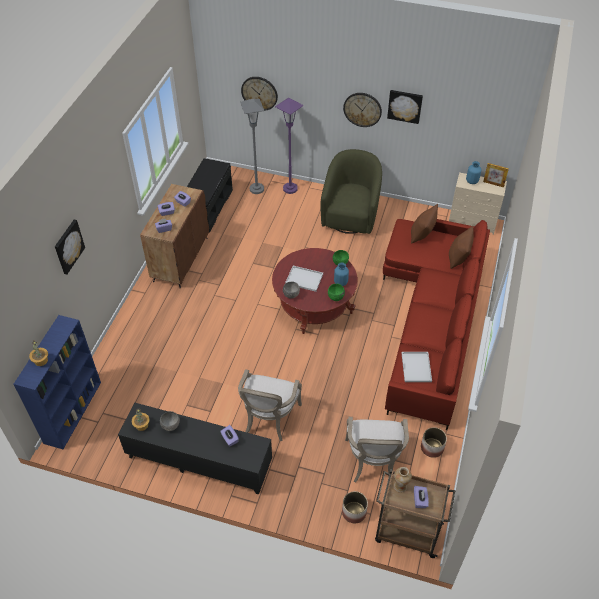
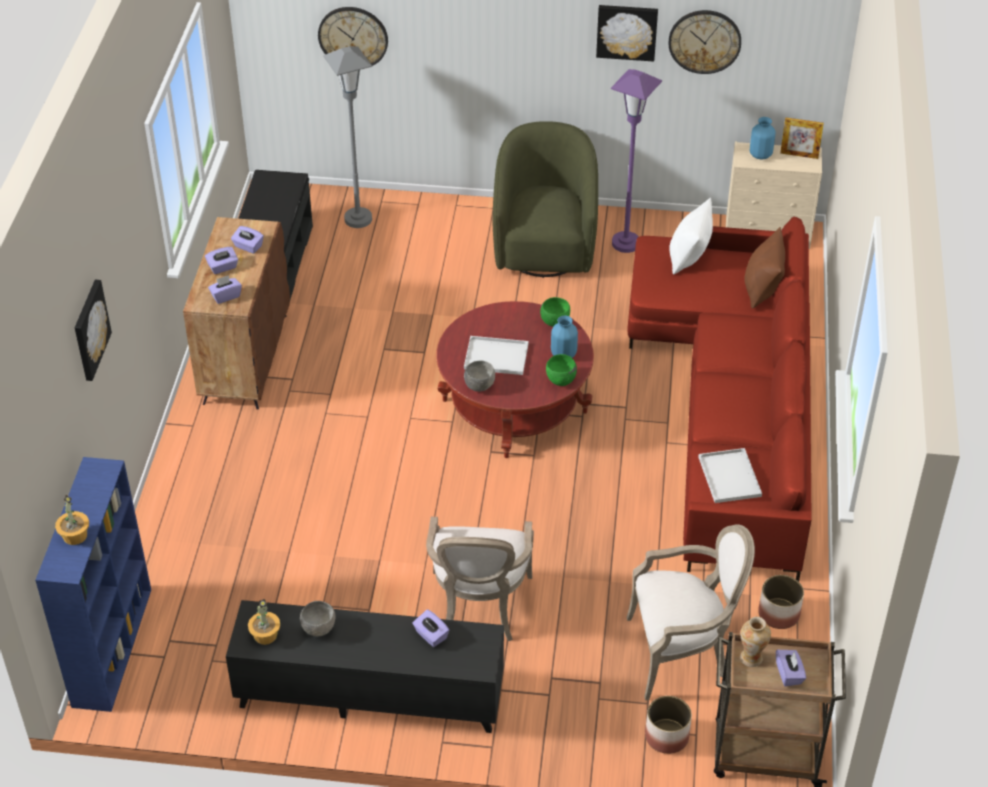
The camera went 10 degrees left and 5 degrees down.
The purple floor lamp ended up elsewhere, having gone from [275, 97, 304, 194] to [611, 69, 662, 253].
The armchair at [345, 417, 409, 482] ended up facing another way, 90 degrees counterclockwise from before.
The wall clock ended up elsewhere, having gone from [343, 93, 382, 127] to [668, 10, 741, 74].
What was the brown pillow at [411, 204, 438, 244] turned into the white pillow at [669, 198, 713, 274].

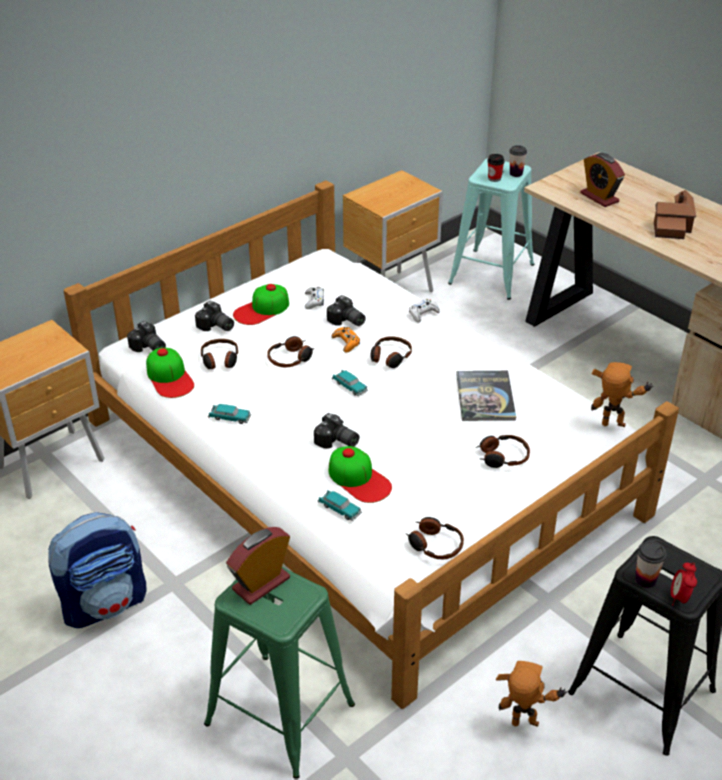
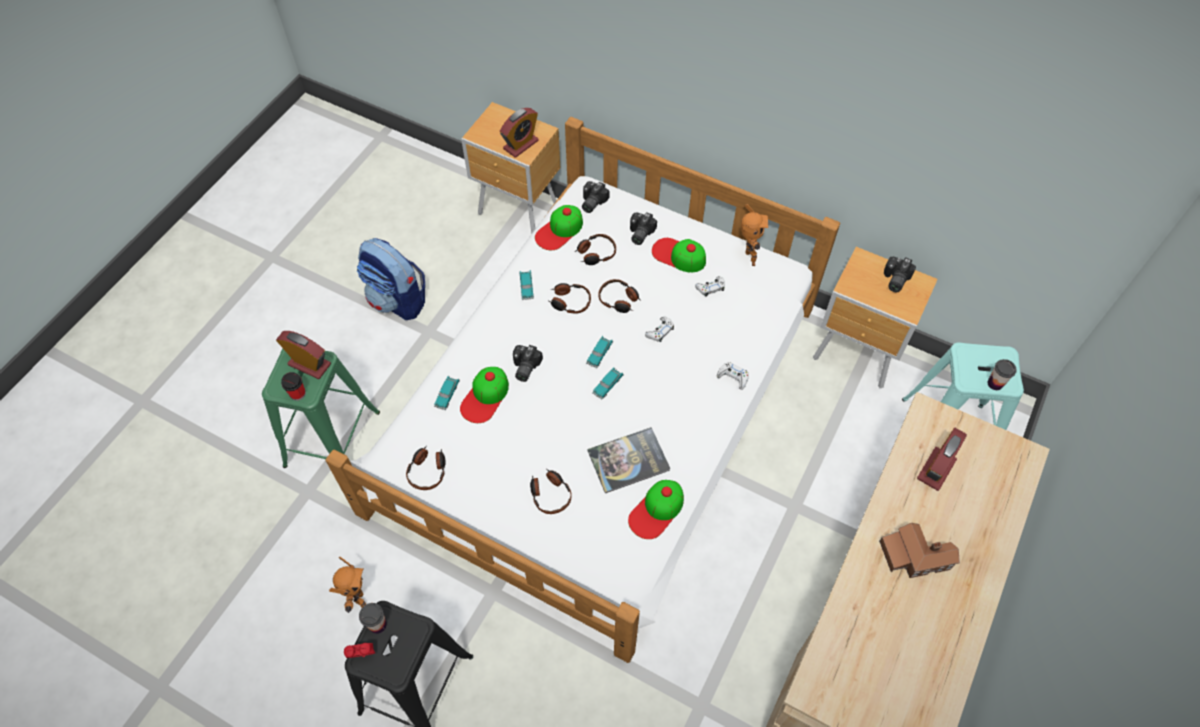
The camera went 70 degrees right and 20 degrees up.
The cup ended up elsewhere, having gone from [487, 154, 505, 182] to [281, 372, 306, 401].
The second view gained the alarm clock at [500, 108, 539, 158].
The headphones ended up elsewhere, having gone from [370, 336, 412, 368] to [549, 283, 591, 313].
The second view gained the toy car at [592, 368, 624, 399].
The second view gained the cap at [628, 480, 684, 539].
What was the orange game controller at [331, 327, 360, 353] turned into the white game controller at [645, 317, 674, 342].
The toy robot ended up elsewhere, having gone from [591, 362, 653, 427] to [741, 204, 768, 266].
The photo camera ended up elsewhere, having gone from [327, 295, 366, 326] to [884, 257, 916, 293].

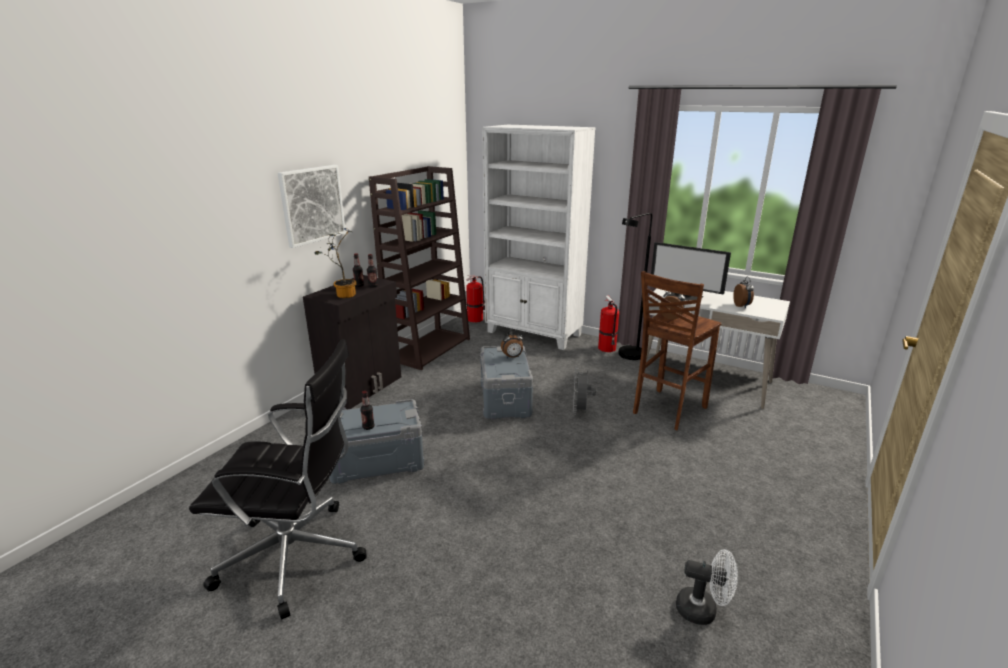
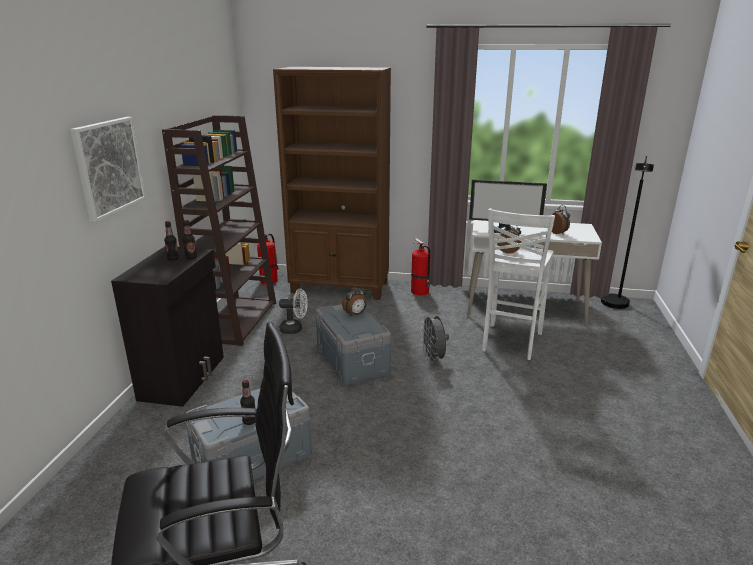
The camera went 20 degrees left and 0 degrees up.
What was the white bookcase at [482, 125, 596, 350] turned into the brown bookcase at [273, 67, 391, 300].
The white fan ended up elsewhere, having gone from [676, 549, 738, 625] to [279, 289, 308, 334].
What was the brown stool at [633, 271, 722, 430] turned into the white stool at [482, 208, 555, 360].
The black floor lamp ended up elsewhere, having gone from [618, 213, 652, 360] to [601, 156, 654, 309].
The second view lost the potted plant at [314, 228, 357, 298].

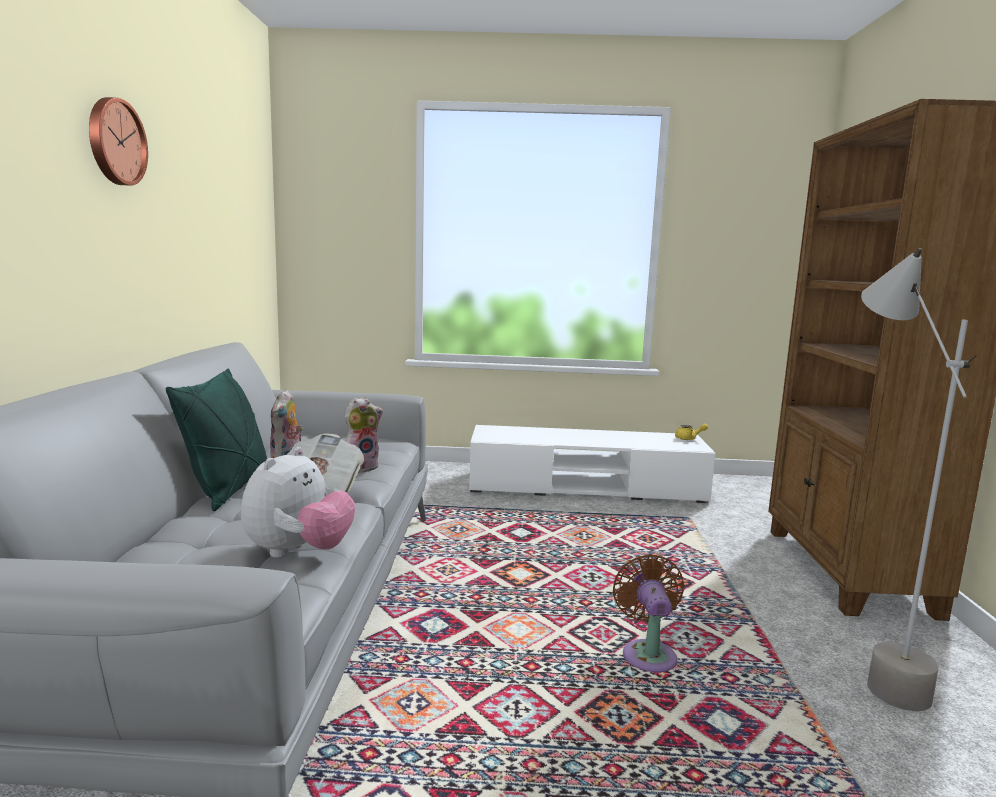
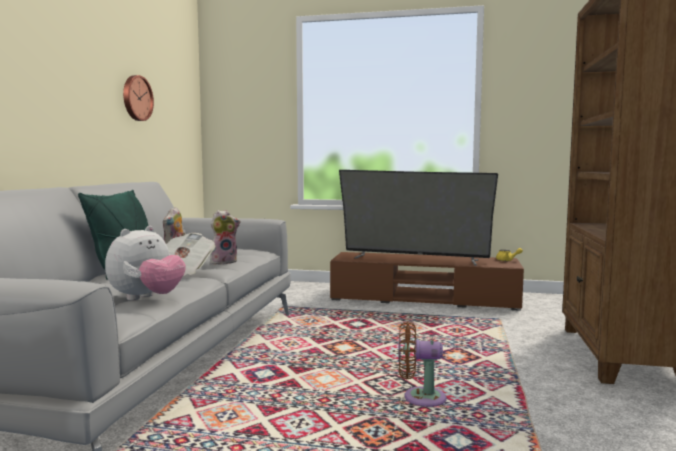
The camera went 10 degrees right and 5 degrees down.
The wall clock ended up elsewhere, having gone from [89, 97, 148, 185] to [123, 75, 154, 121].
What was the white tv stand at [469, 425, 715, 503] turned into the brown tv stand at [330, 252, 524, 311].
The second view gained the television at [339, 170, 498, 266].
The brown fan at [613, 554, 685, 672] ended up facing another way, 90 degrees counterclockwise from before.
The second view lost the grey floor lamp at [861, 248, 977, 711].

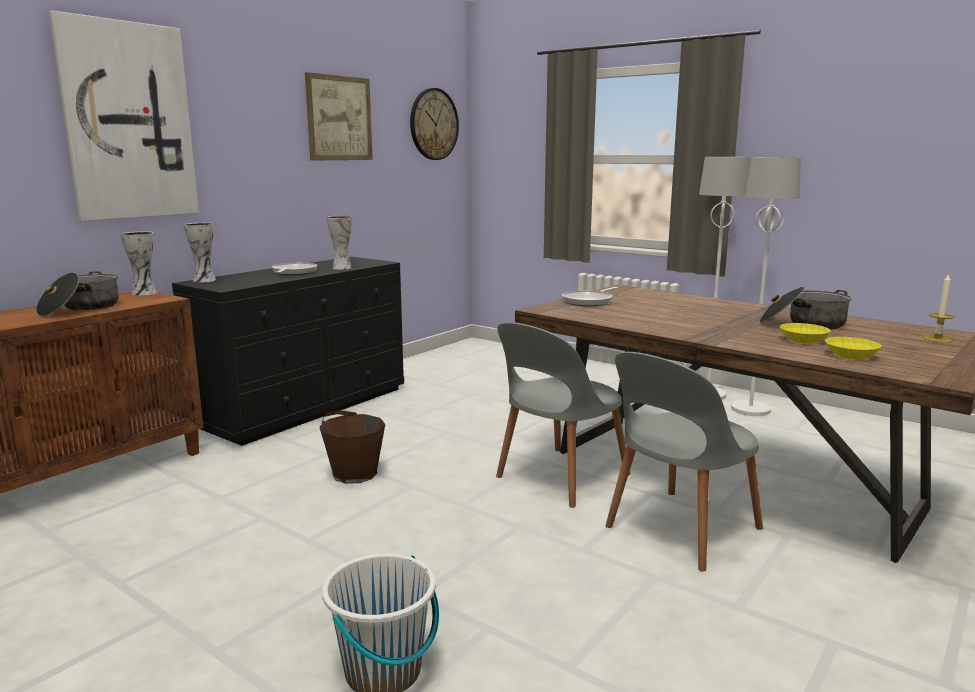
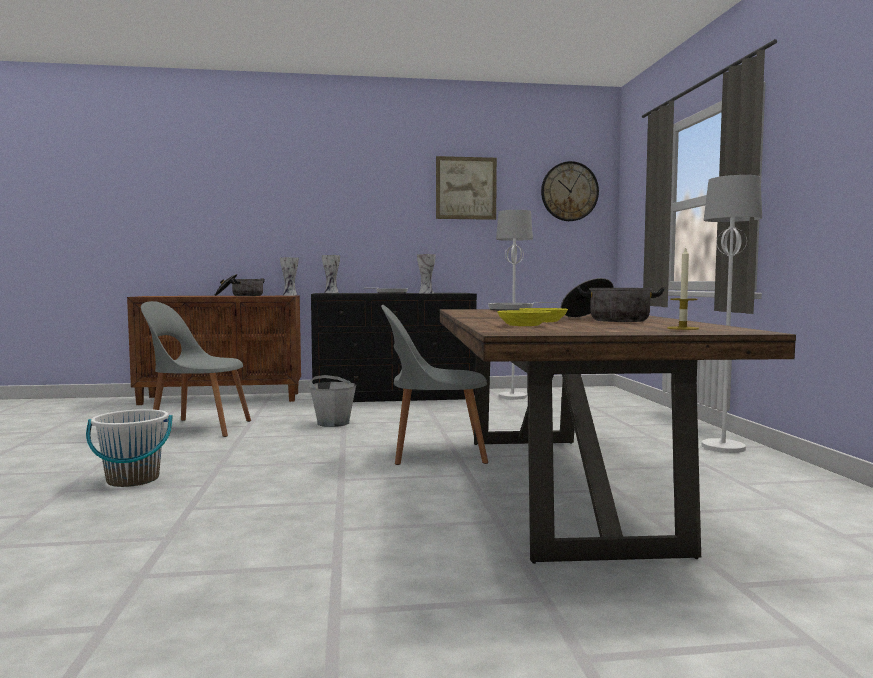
The camera went 45 degrees right and 10 degrees down.
The grey chair ended up elsewhere, having gone from [605, 352, 763, 572] to [141, 301, 251, 437].
What was the brown bucket at [319, 410, 385, 484] turned into the grey bucket at [309, 375, 356, 427].
The white floor lamp ended up elsewhere, having gone from [731, 157, 801, 416] to [496, 210, 533, 399].
The second view lost the picture at [49, 11, 199, 221].

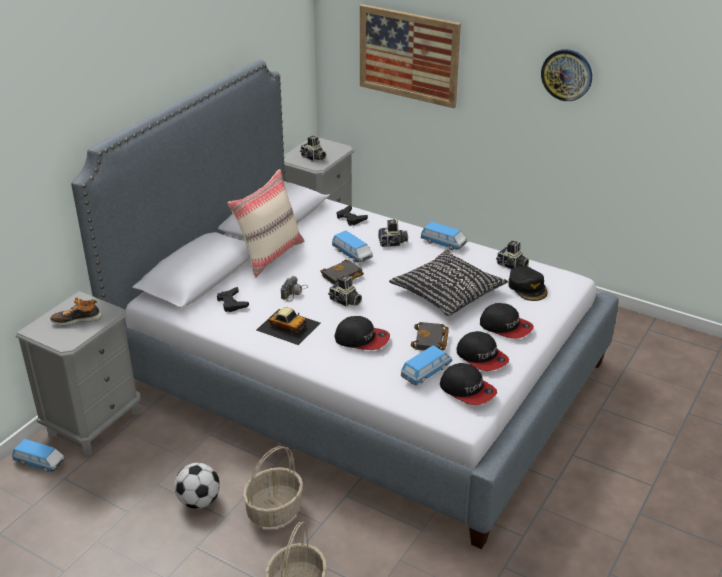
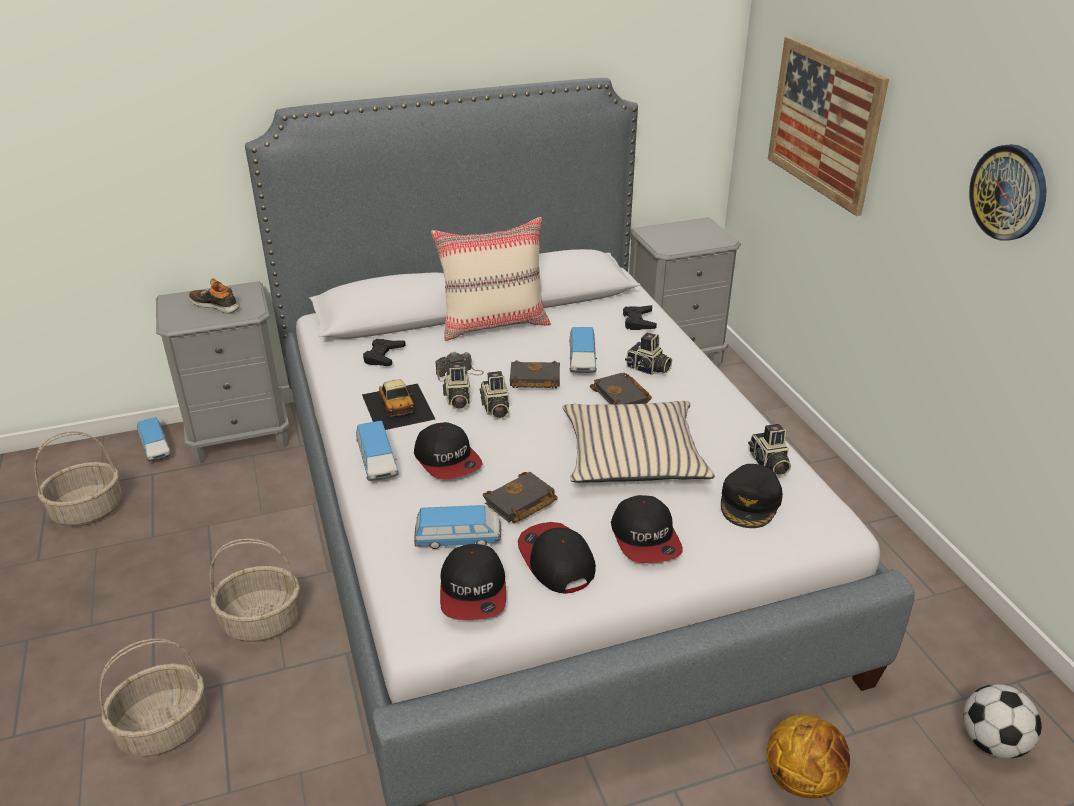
The camera went 40 degrees right and 0 degrees up.
The second view gained the basket at [34, 431, 122, 526].
The toy car ended up elsewhere, having gone from [420, 222, 467, 250] to [356, 421, 398, 481].
The photo camera ended up elsewhere, having gone from [300, 136, 326, 161] to [443, 363, 470, 410].
The cap at [457, 331, 509, 371] ended up facing another way, 150 degrees clockwise from before.
What was the black pillow at [389, 250, 508, 316] turned into the beige pillow at [562, 401, 715, 483].
The second view gained the black book at [590, 373, 652, 404].
The second view gained the basketball at [767, 714, 850, 799].
The football ended up elsewhere, having gone from [174, 463, 220, 509] to [963, 684, 1042, 758].

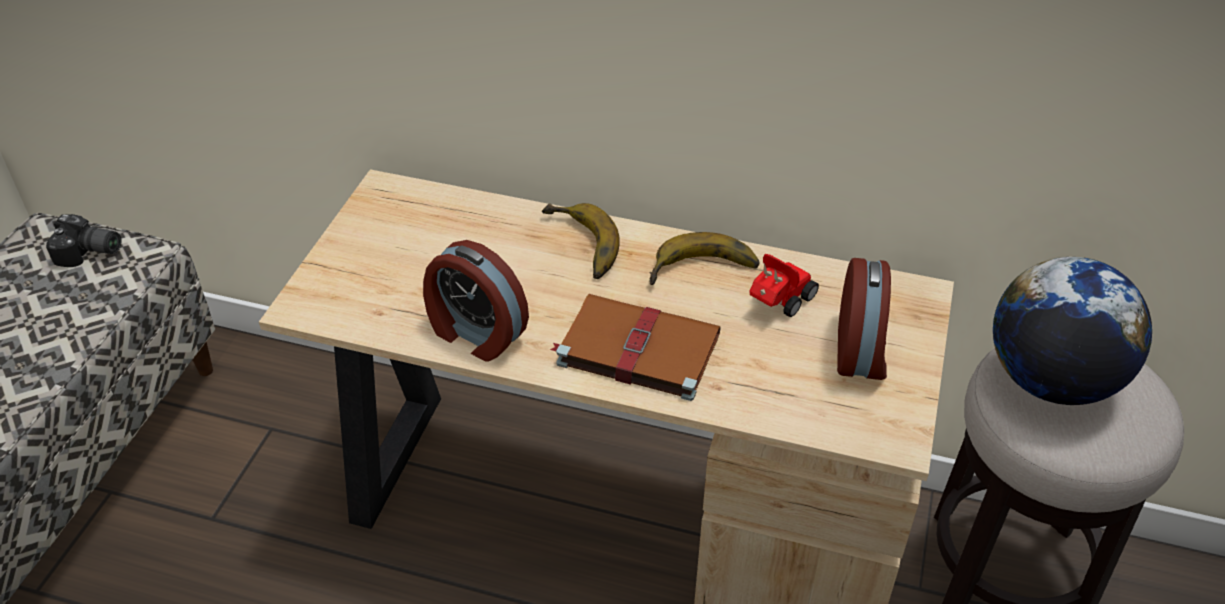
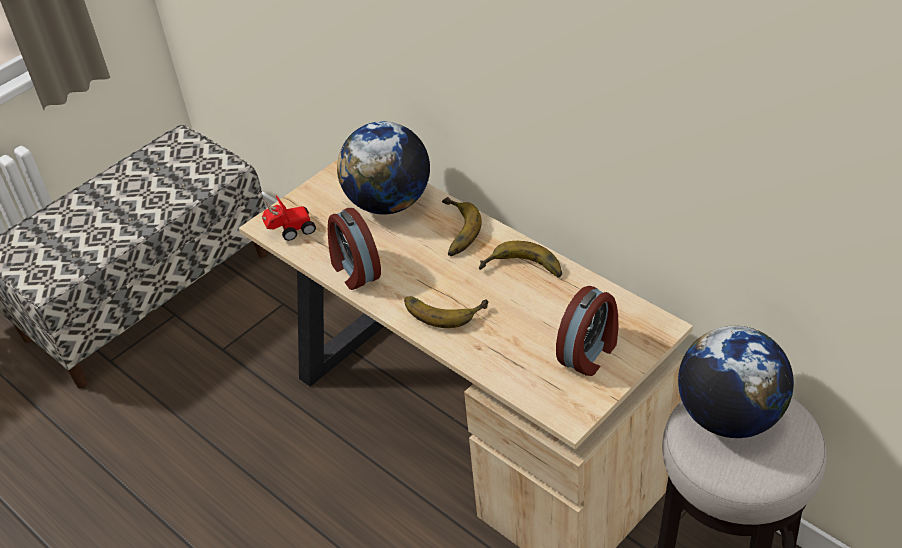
The camera went 30 degrees right and 0 degrees up.
The toy car ended up elsewhere, having gone from [749, 254, 819, 317] to [262, 195, 316, 241].
The second view gained the globe at [337, 121, 430, 214].
Where the brown book stood at [550, 294, 721, 401], the banana came to stand at [404, 296, 489, 328].
The second view lost the photo camera at [46, 214, 122, 267].

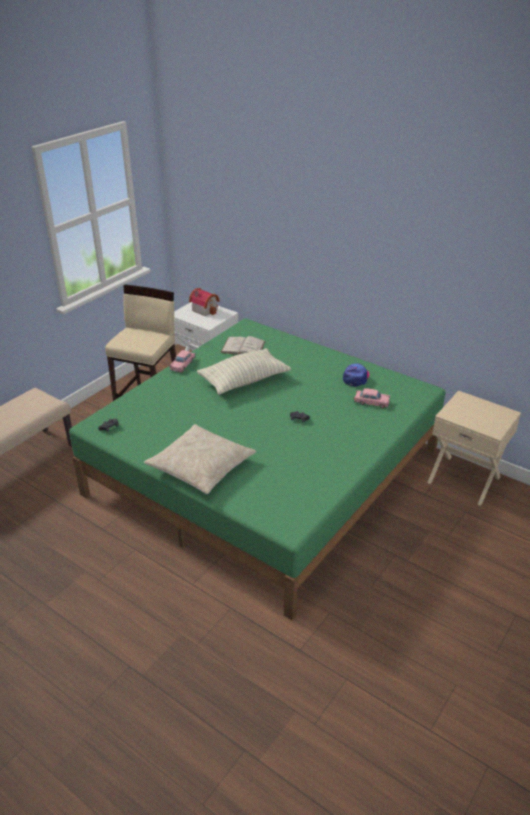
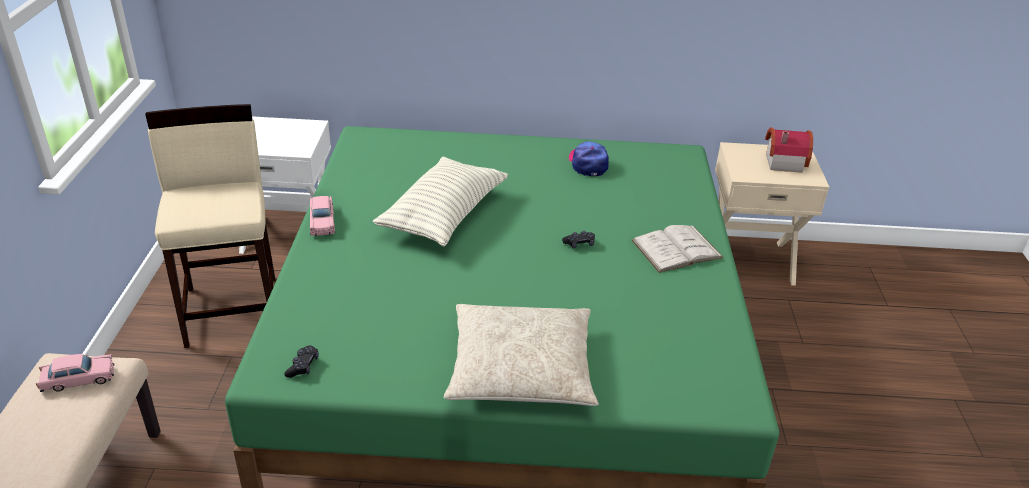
The camera went 35 degrees left and 0 degrees up.
The pink toy car ended up elsewhere, having gone from [354, 388, 390, 408] to [36, 354, 115, 392].
The white book ended up elsewhere, having gone from [220, 336, 265, 355] to [632, 225, 724, 273].
The toy house ended up elsewhere, having gone from [189, 288, 220, 316] to [765, 128, 813, 173].

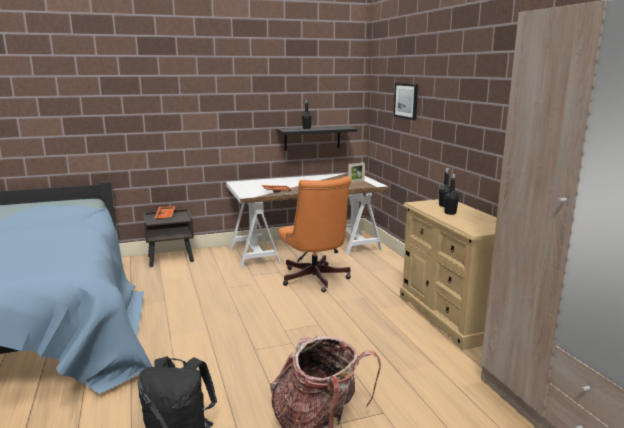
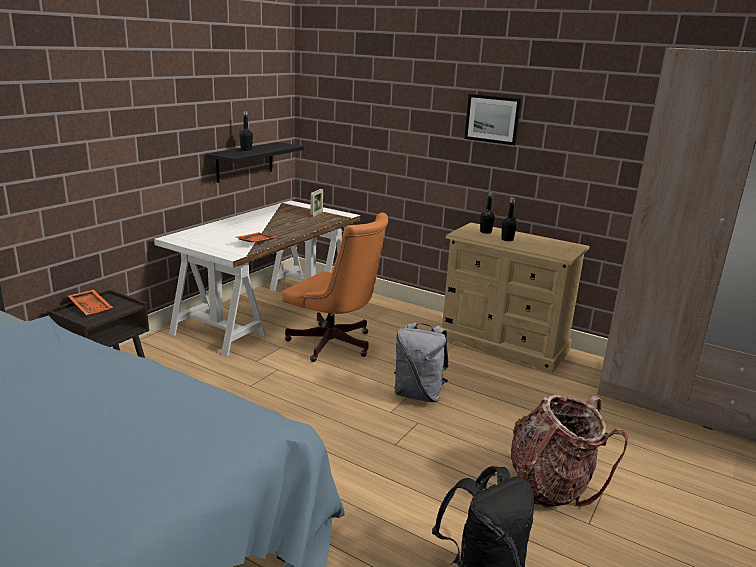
The camera went 40 degrees left and 5 degrees up.
The second view gained the grey backpack at [394, 322, 448, 402].
The picture ended up elsewhere, having gone from [393, 83, 418, 120] to [464, 94, 522, 145].

